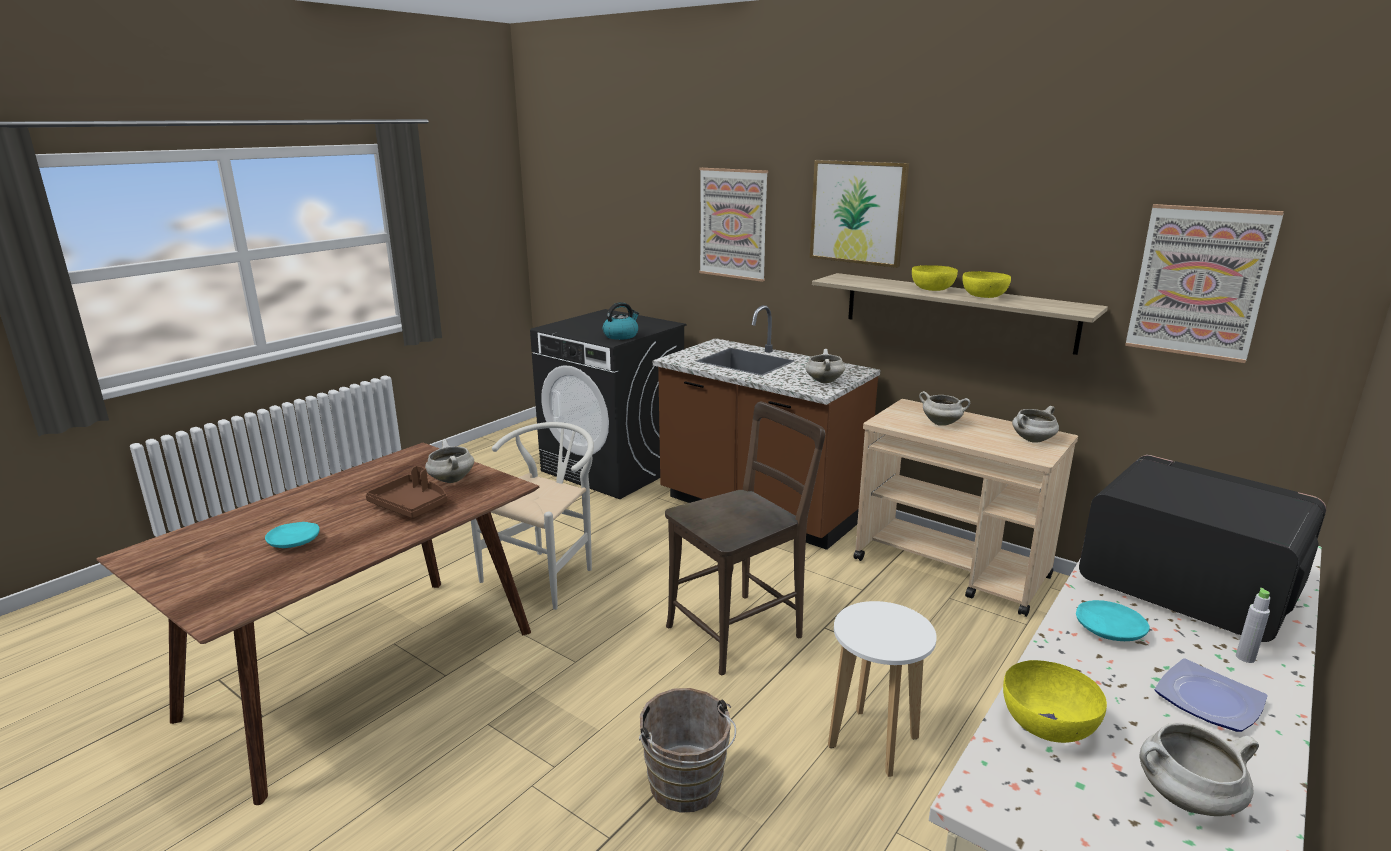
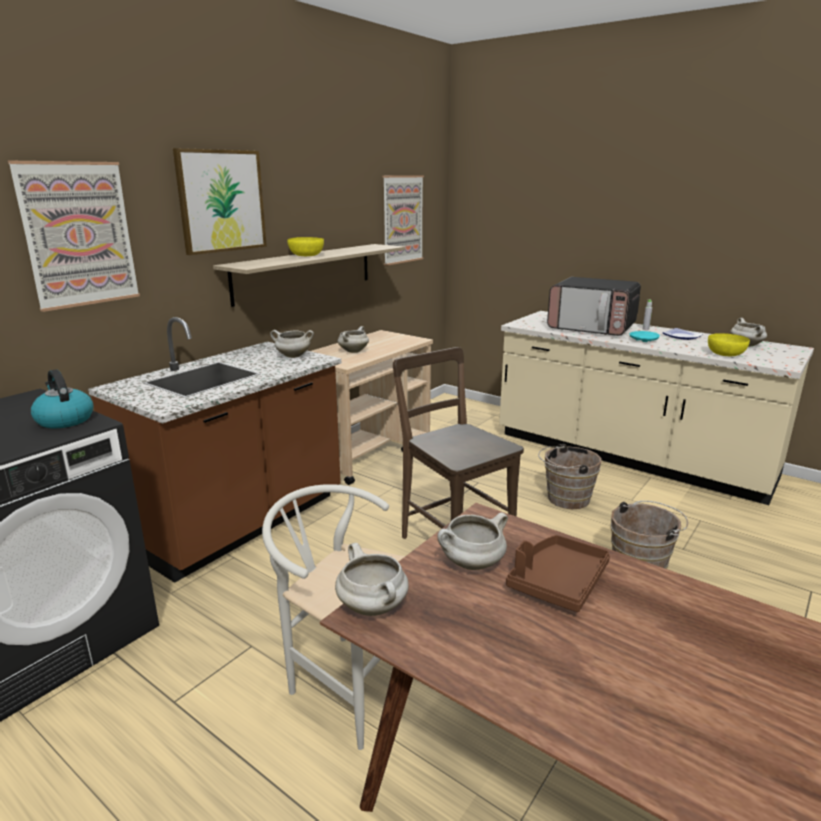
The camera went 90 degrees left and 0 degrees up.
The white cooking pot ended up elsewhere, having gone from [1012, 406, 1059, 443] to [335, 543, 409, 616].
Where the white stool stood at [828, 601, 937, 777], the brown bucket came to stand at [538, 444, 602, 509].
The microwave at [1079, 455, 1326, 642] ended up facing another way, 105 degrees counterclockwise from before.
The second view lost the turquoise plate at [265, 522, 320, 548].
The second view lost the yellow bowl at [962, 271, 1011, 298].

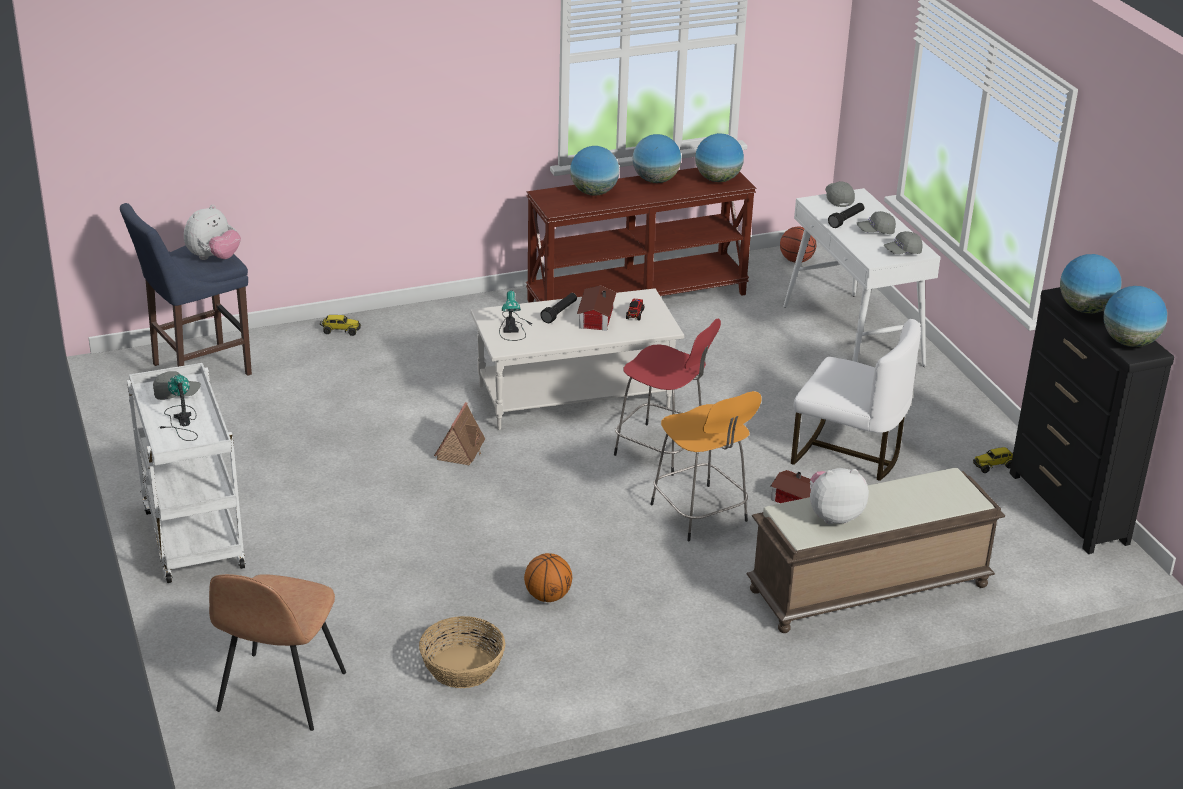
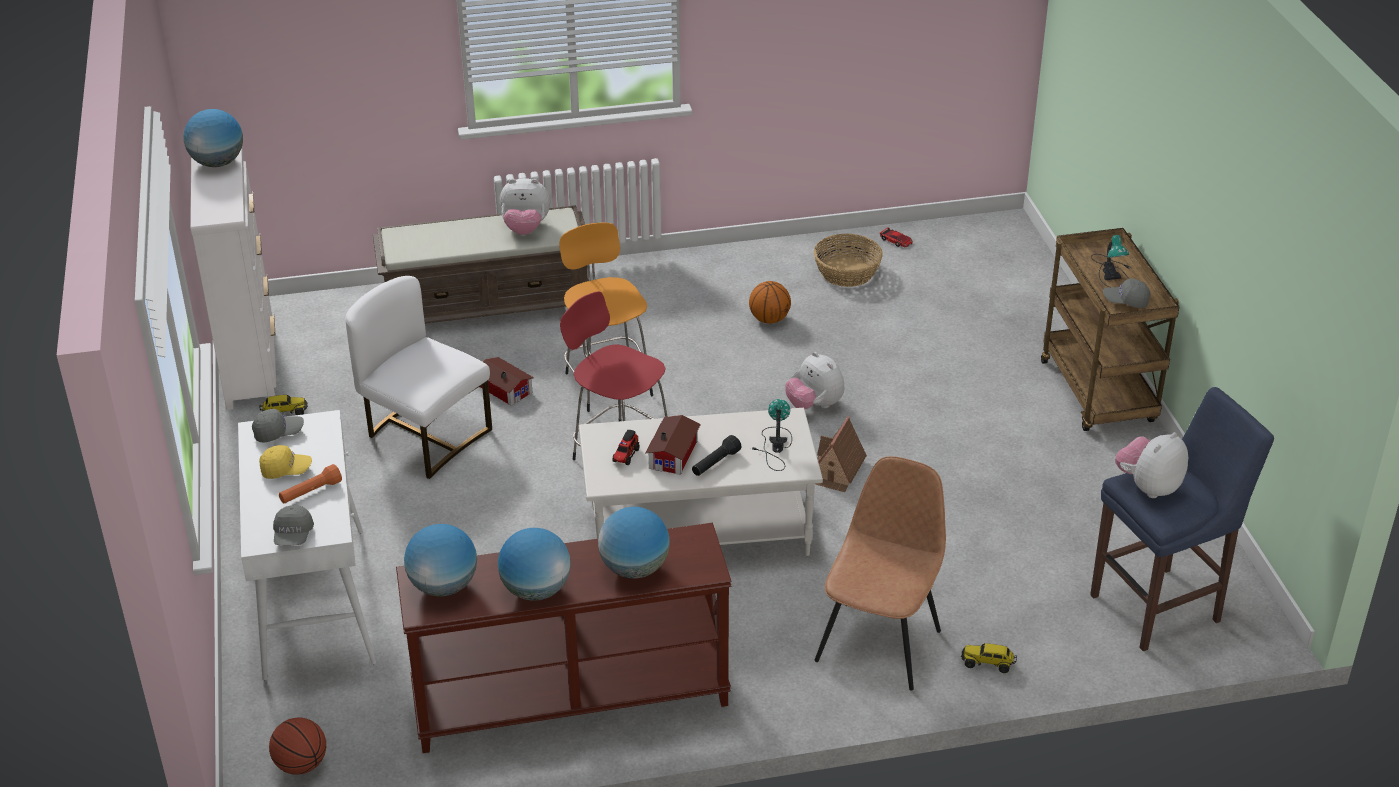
The camera went 170 degrees left and 5 degrees up.
What was the black dresser at [1009, 287, 1174, 554] turned into the white dresser at [190, 148, 276, 410].
What was the grey cap at [857, 211, 896, 234] turned into the yellow cap at [259, 445, 312, 479].
What was the black flashlight at [828, 203, 864, 228] turned into the orange flashlight at [279, 464, 342, 503].
The second view gained the plush toy at [785, 352, 844, 409].
The brown chair ended up elsewhere, having gone from [209, 574, 346, 731] to [815, 456, 946, 691].
The second view gained the toy car at [880, 227, 913, 248].
What was the white cart at [127, 363, 245, 583] turned into the brown cart at [1041, 228, 1179, 431].
The second view lost the globe at [1060, 254, 1122, 313].

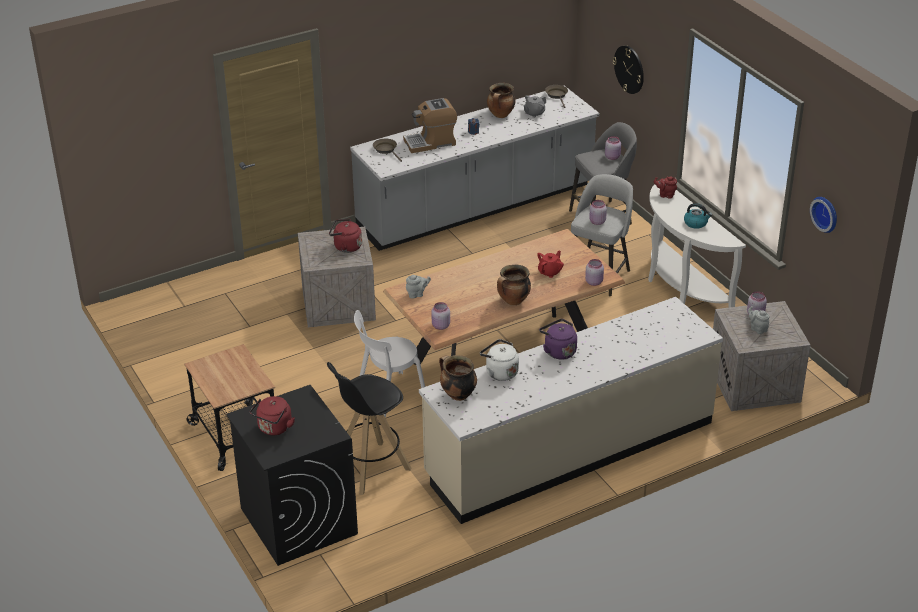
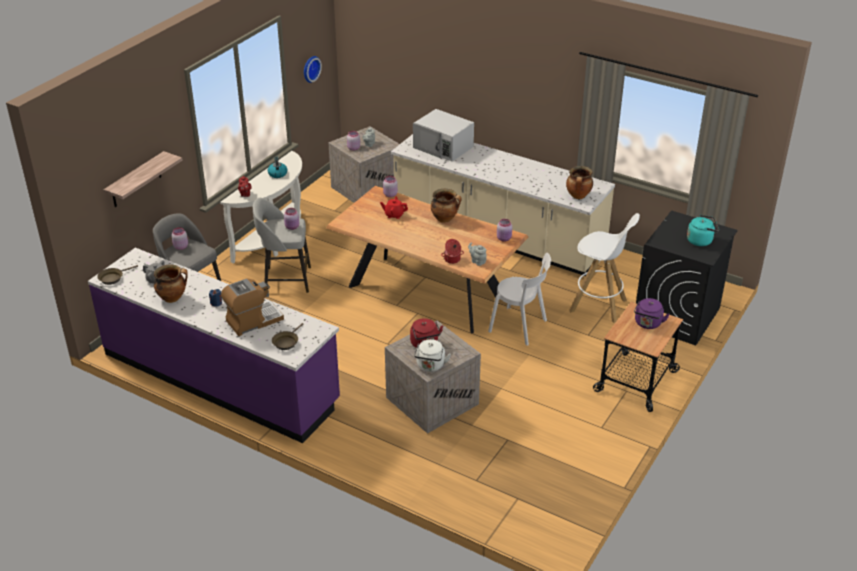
The camera went 120 degrees left and 0 degrees up.
What was the grey counter at [350, 86, 599, 251] turned into the purple counter at [88, 248, 340, 443].
Where the wall clock hung at [613, 45, 644, 94], the shelf came to hang at [104, 151, 183, 207].
The coffee machine at [403, 98, 457, 153] ended up facing another way, 75 degrees counterclockwise from before.
The second view gained the white microwave at [413, 109, 474, 161].
The white kettle ended up elsewhere, having gone from [480, 339, 519, 381] to [414, 339, 451, 372].
The second view gained the cooking pot at [441, 239, 464, 264].
What was the black stool at [327, 362, 411, 495] turned into the white stool at [569, 213, 640, 323].
The purple kettle ended up elsewhere, having gone from [539, 319, 577, 360] to [634, 298, 670, 329].
What was the red kettle at [250, 396, 295, 436] turned into the turquoise kettle at [687, 215, 719, 246].

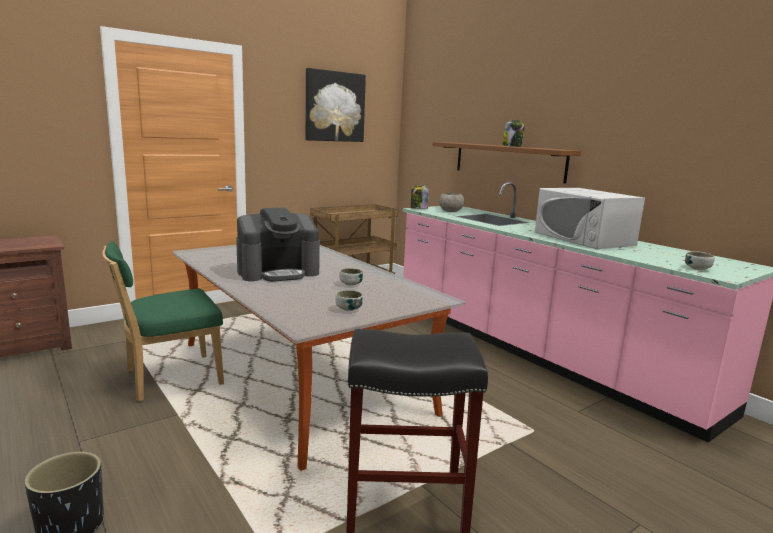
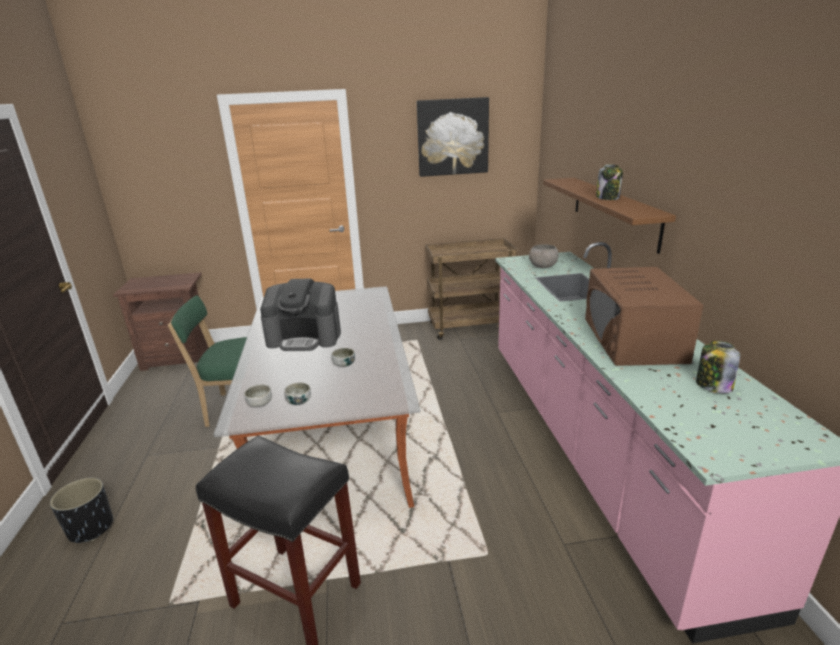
The camera went 30 degrees right and 10 degrees up.
The bowl ended up elsewhere, having gone from [685, 251, 715, 270] to [244, 384, 272, 407].
What was the white microwave at [535, 188, 645, 249] turned into the brown microwave at [585, 267, 704, 366].
The jar ended up elsewhere, having gone from [411, 185, 429, 209] to [696, 341, 740, 393].

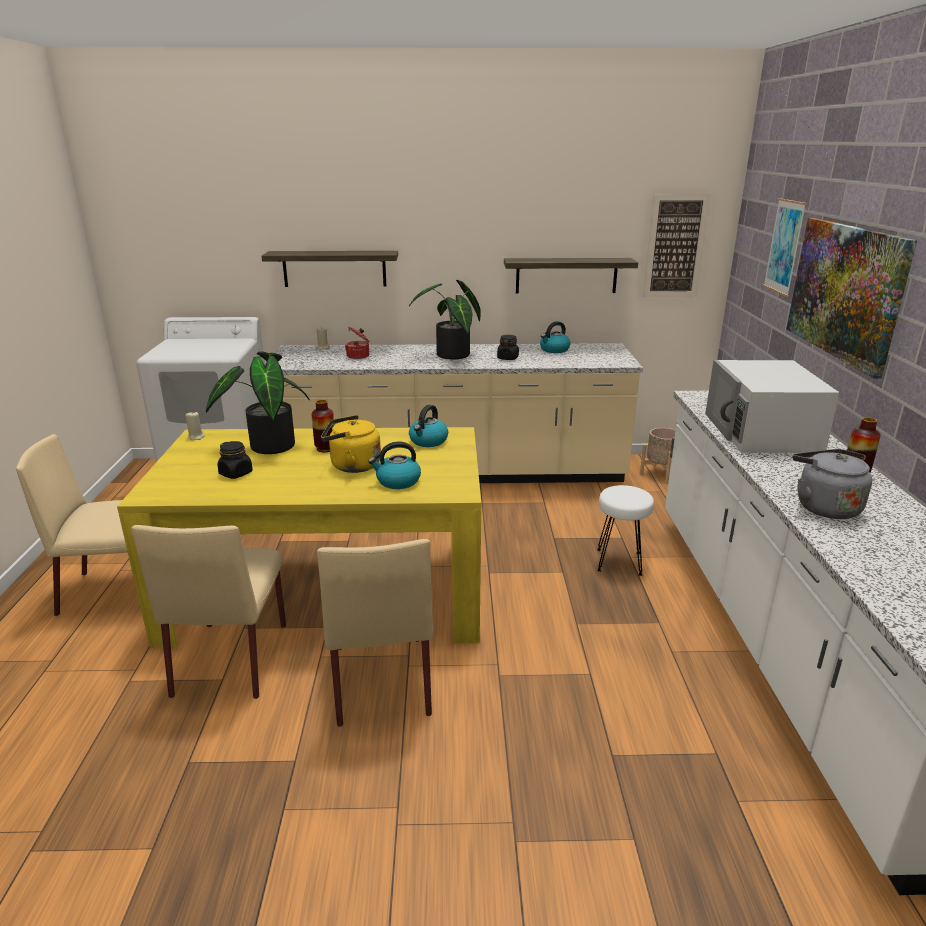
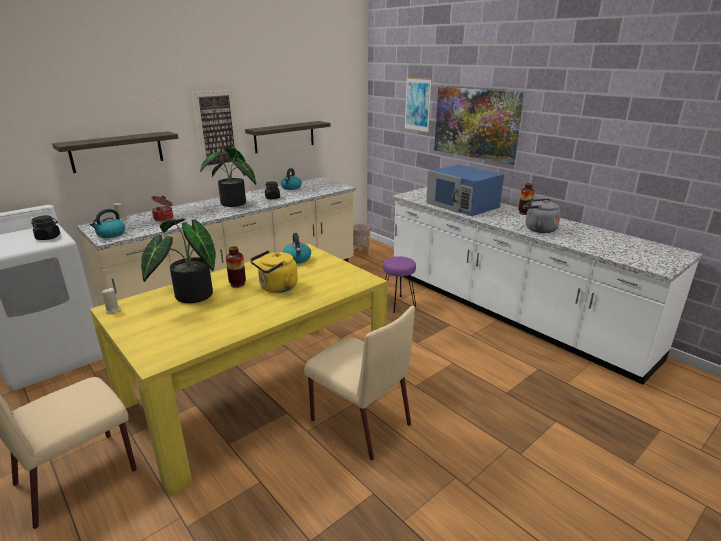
The camera went 40 degrees left and 0 degrees up.
The black jar ended up elsewhere, having gone from [217, 441, 253, 479] to [31, 215, 60, 240].
The kettle ended up elsewhere, having gone from [368, 441, 421, 489] to [90, 209, 125, 238].
The picture ended up elsewhere, having gone from [643, 194, 711, 297] to [192, 90, 240, 171].
What was the white stool at [597, 485, 654, 576] turned into the purple stool at [383, 256, 416, 313].
What was the white microwave at [705, 360, 840, 453] turned into the blue microwave at [426, 165, 504, 216].
The second view lost the beige chair at [131, 525, 286, 699].

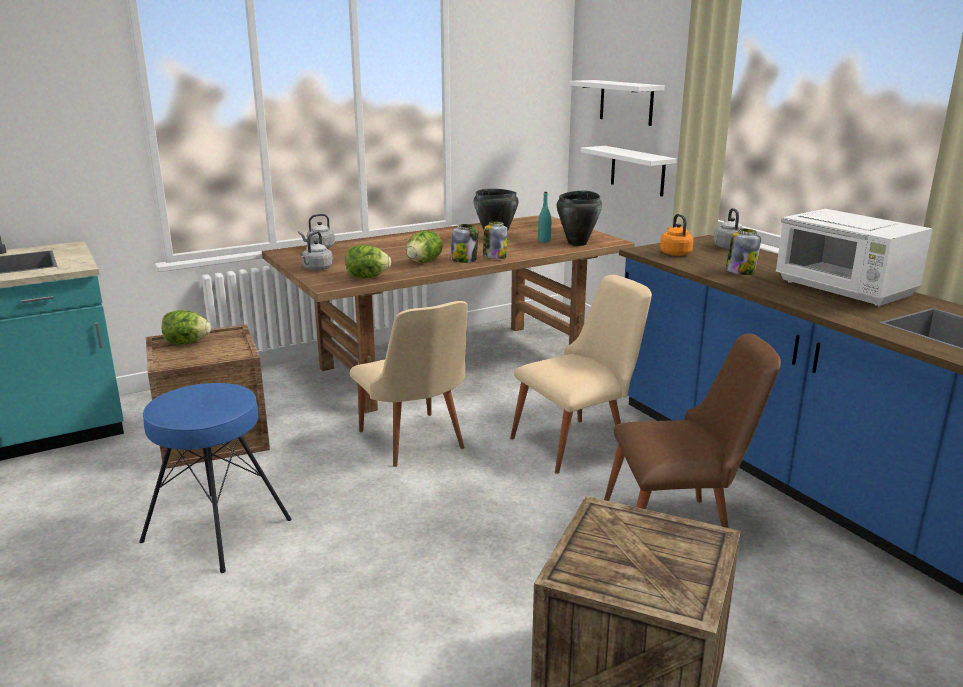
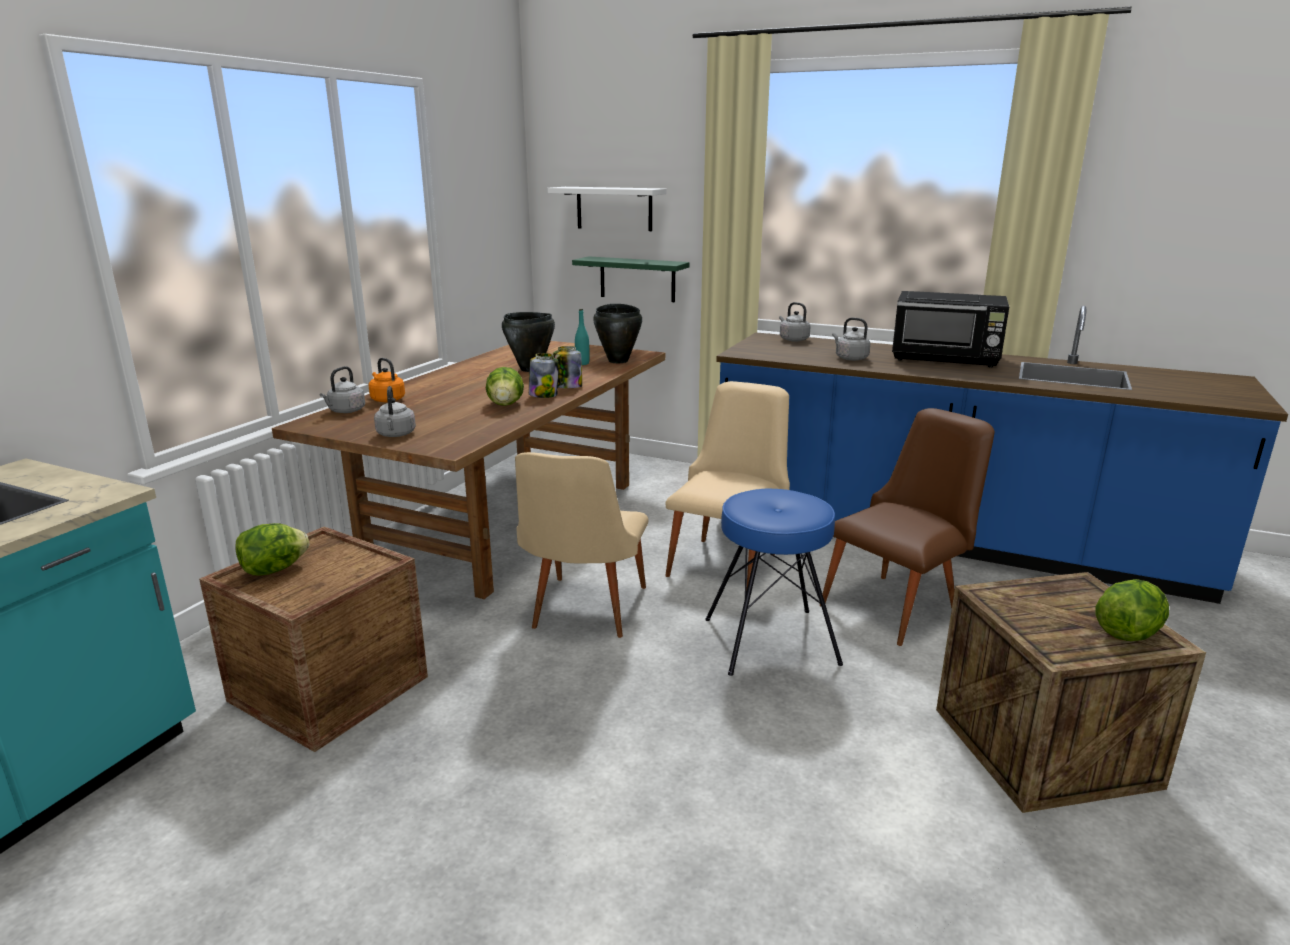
The camera went 35 degrees left and 0 degrees up.
The orange kettle ended up elsewhere, having gone from [660, 214, 694, 256] to [368, 358, 405, 402].
The beige chair at [350, 301, 468, 467] ended up facing another way, 75 degrees clockwise from before.
What was the white shelf at [581, 146, 677, 197] turned into the green shelf at [572, 256, 690, 302].
The blue stool ended up elsewhere, having gone from [139, 383, 292, 573] to [705, 489, 843, 676].
Where the jar stood at [725, 228, 761, 275], the grey kettle came to stand at [832, 318, 870, 361].
What was the white microwave at [776, 209, 933, 307] turned into the black microwave at [892, 291, 1009, 368].
The lettuce ended up elsewhere, having gone from [346, 245, 391, 278] to [1096, 579, 1169, 641].

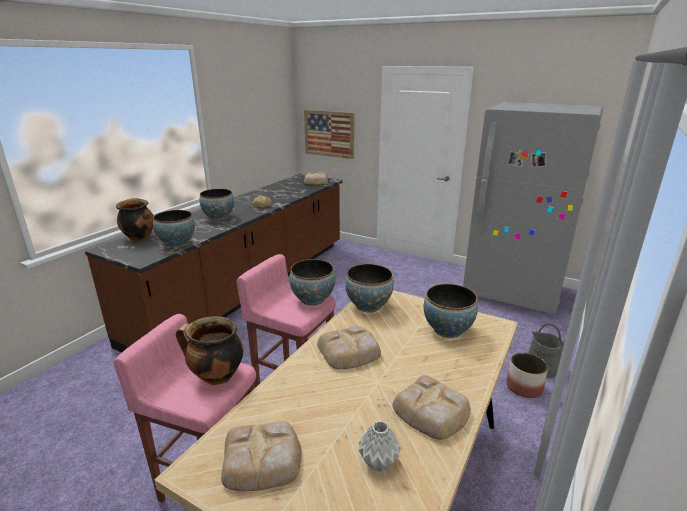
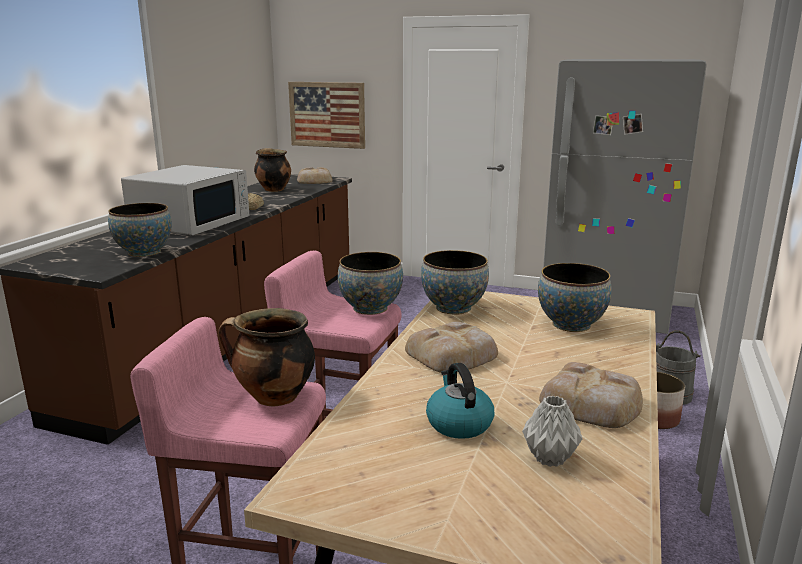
The camera went 10 degrees left and 5 degrees down.
Where the bowl stood at [199, 189, 234, 221], the white microwave came to stand at [121, 165, 249, 235].
The cooking pot ended up elsewhere, having gone from [116, 198, 154, 241] to [254, 148, 291, 192].
The second view gained the kettle at [426, 363, 494, 439].
The second view lost the bread at [221, 421, 302, 491].

